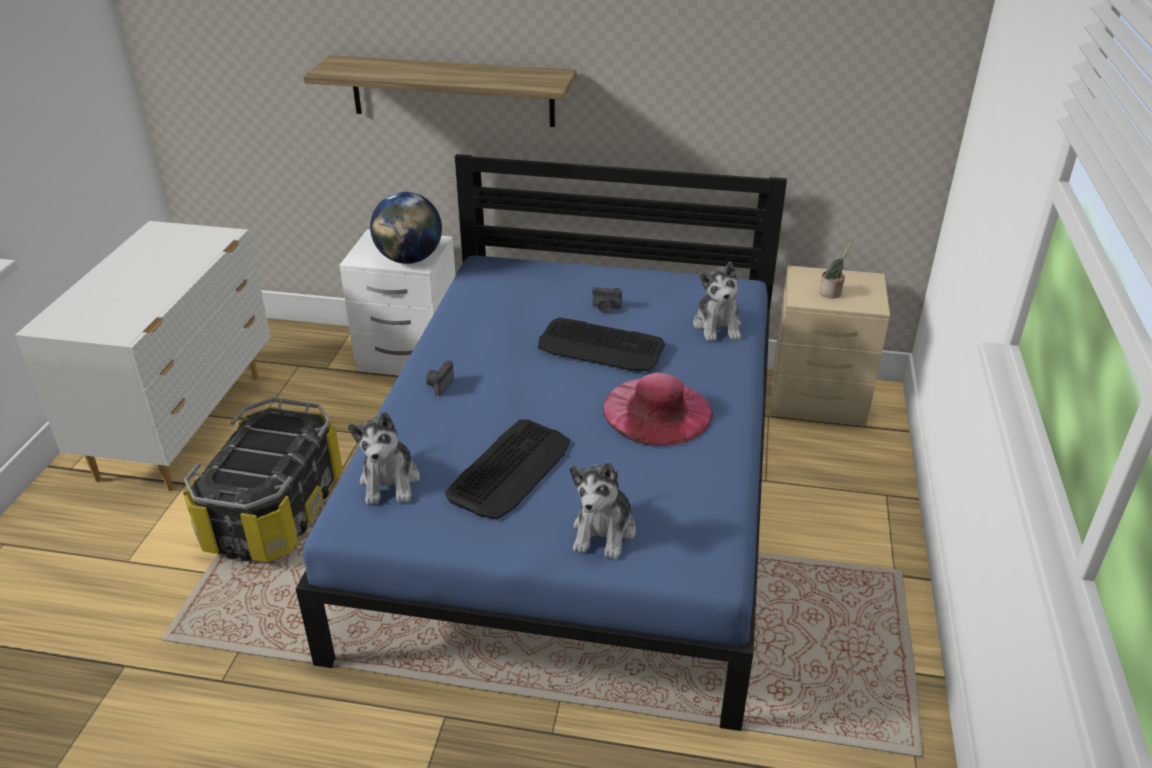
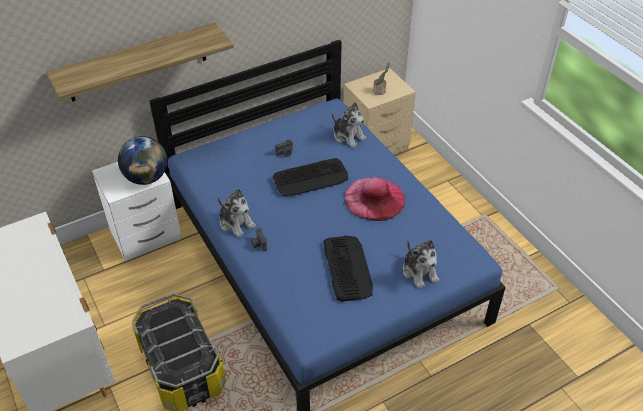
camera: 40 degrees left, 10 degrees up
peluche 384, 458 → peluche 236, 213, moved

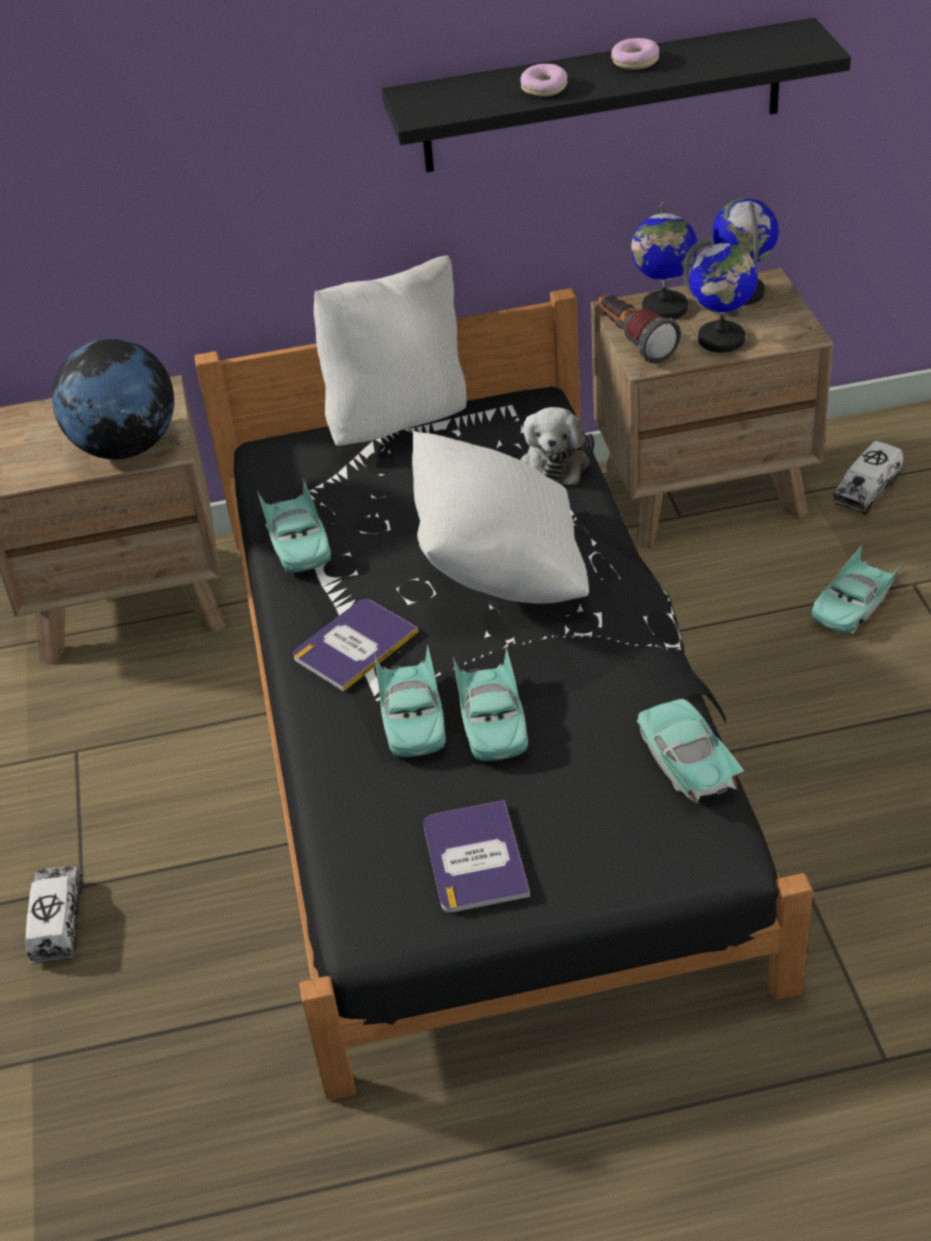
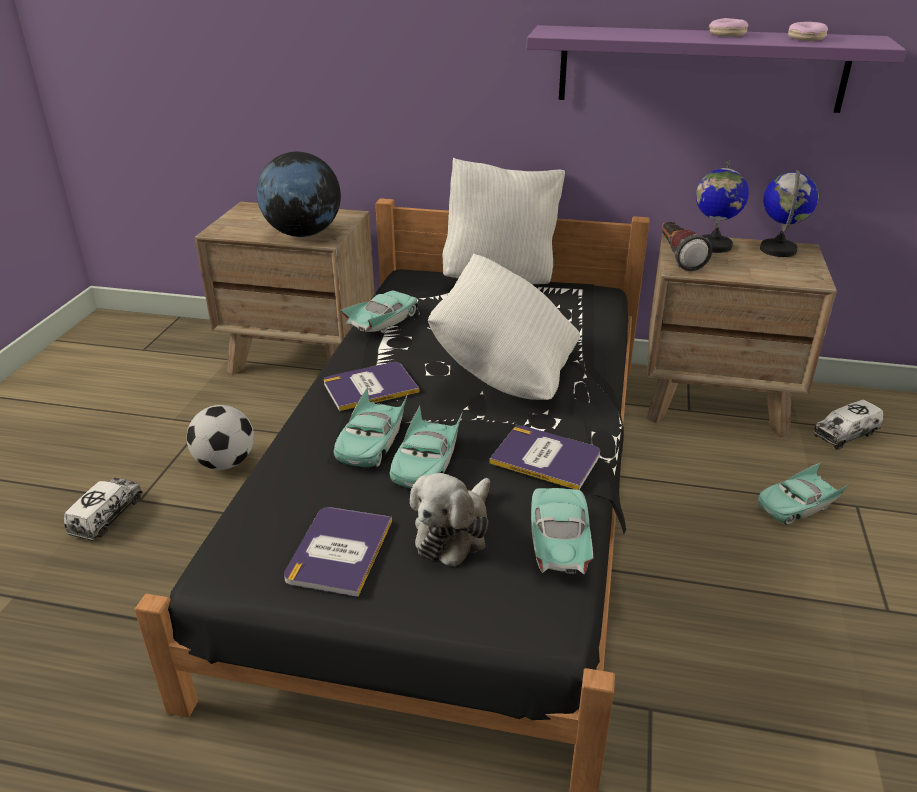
camera: 20 degrees right, 10 degrees down
globo terráqueo 720, 294 → -
- → balón de fútbol 220, 437
- → libro 544, 458
peluche 557, 446 → peluche 450, 520, moved
rosquilla 544, 80 → rosquilla 808, 31, moved
estante [negro] 616, 95 → estante [morado] 716, 69
coche de juguete [turquesa] 294, 526 → coche de juguete [turquesa] 379, 312, 150 degrees counterclockwise

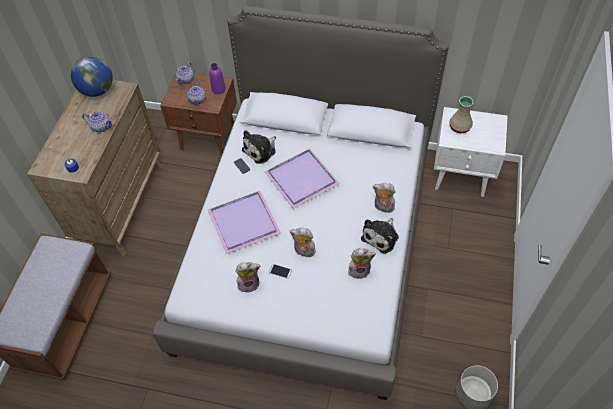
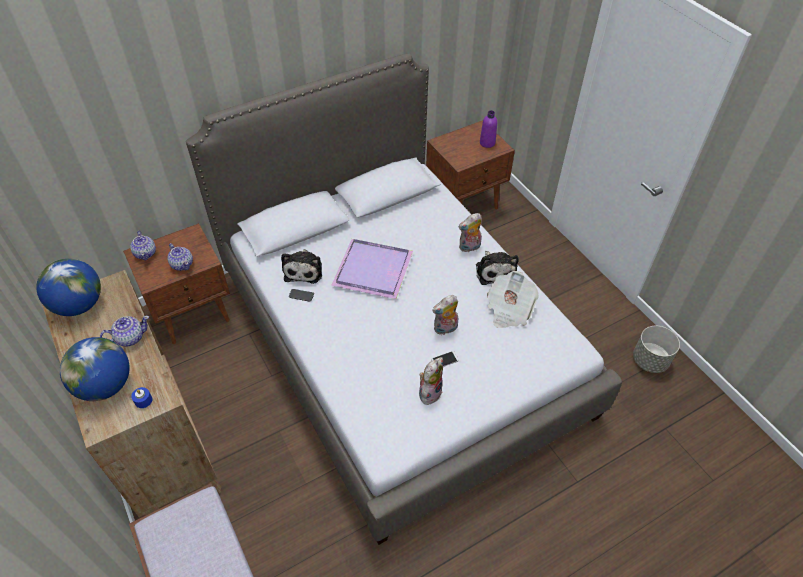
camera: 45 degrees left, 5 degrees down
bandeja [morado] 244, 222 → -
florero [beis] 461, 115 → -
- → globo terráqueo 95, 369
botella [morado] 217, 78 → botella [morado] 488, 129, moved
peluche 362, 263 → periódico 513, 299
mesita de noche [blanco] 471, 152 → mesita de noche [marrón] 470, 164

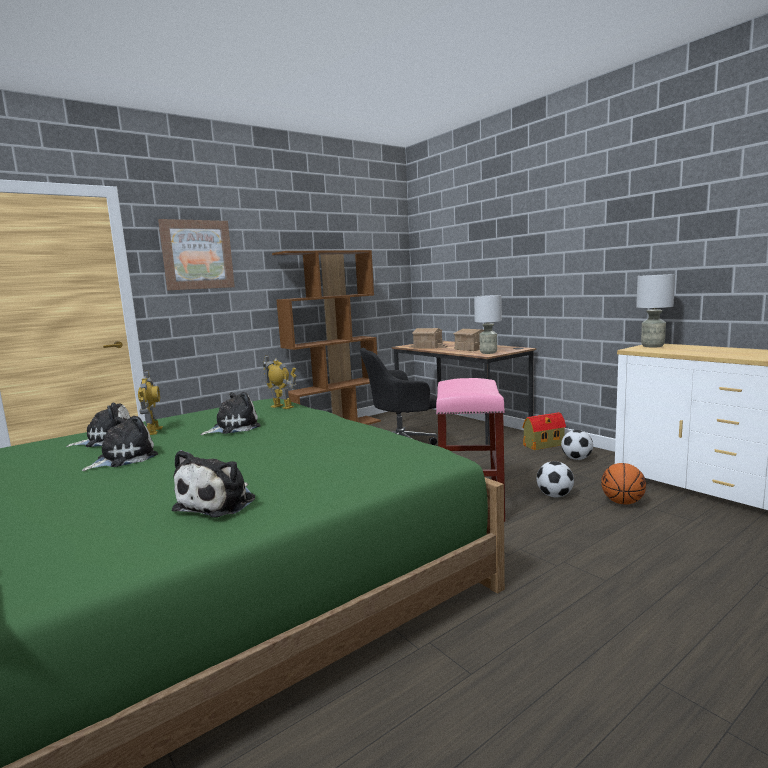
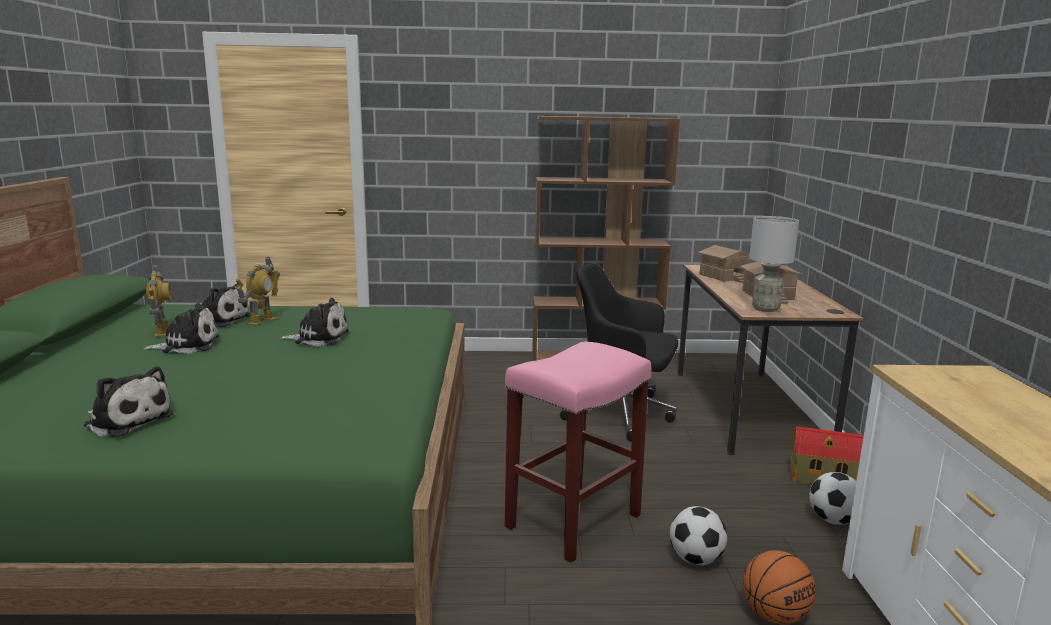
camera: 35 degrees right, 5 degrees up
cuadro 196, 254 → -
lámpara de mesa [gris] 655, 310 → -
robot de juguete 280, 382 → robot de juguete 158, 300, moved
peluche 213, 483 → peluche 129, 401, 120 degrees counterclockwise

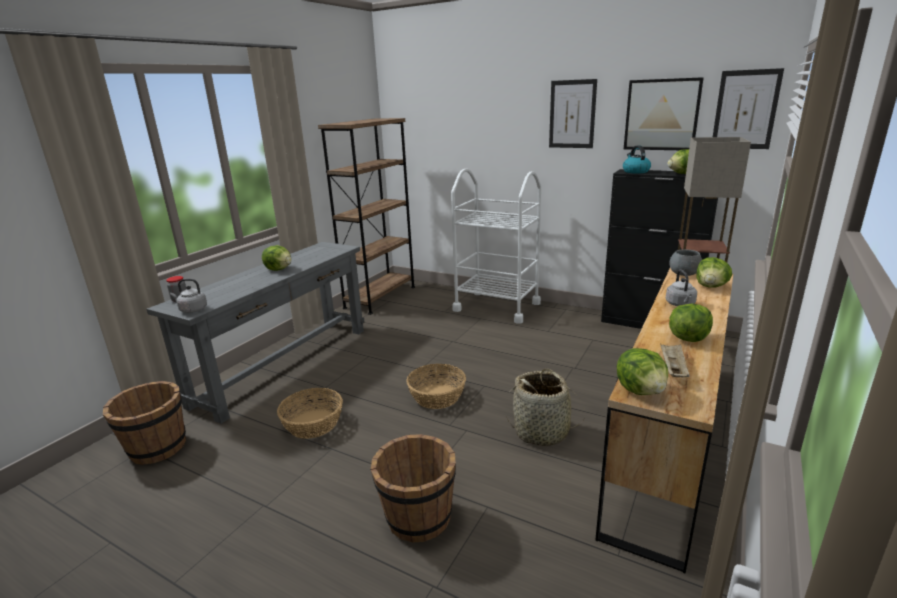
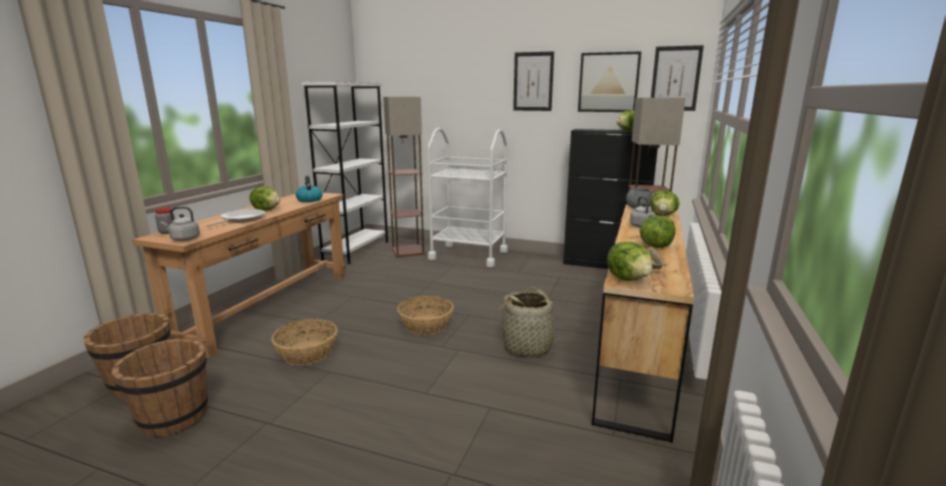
camera: 10 degrees left, 5 degrees down
- → sartén 235, 218
- → lámpara de pie 404, 177
cubo [marrón] 413, 488 → cubo [marrón] 160, 388, moved
hervidor 637, 159 → hervidor 309, 189, moved
mesa consola [gris] 255, 333 → mesa consola [marrón] 239, 275
estantería [marrón] 366, 216 → estantería [blanco] 345, 173

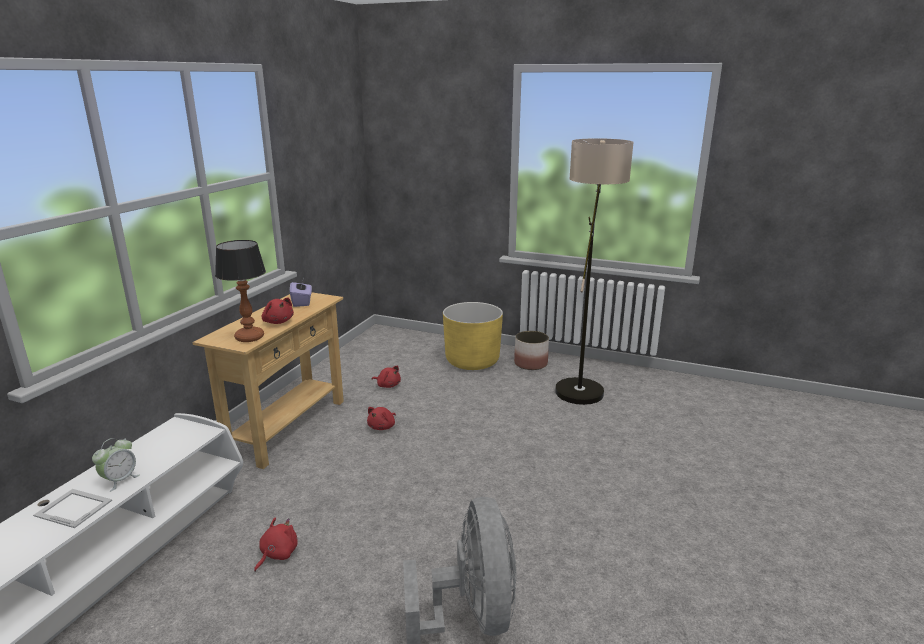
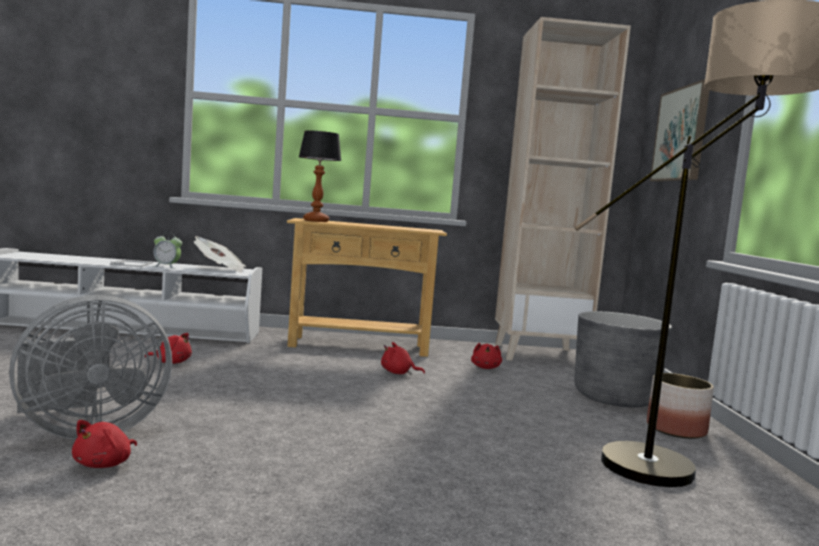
camera: 65 degrees right, 15 degrees down
caja de pañuelos [morado] 301, 294 → -
- → periódico 220, 254
- → estantería [beis] 563, 188
- → cuadro 680, 130
peluche [rojo] 278, 311 → peluche [rojo] 104, 444, moved
maceta [amarillo] 473, 336 → maceta [gris] 623, 359

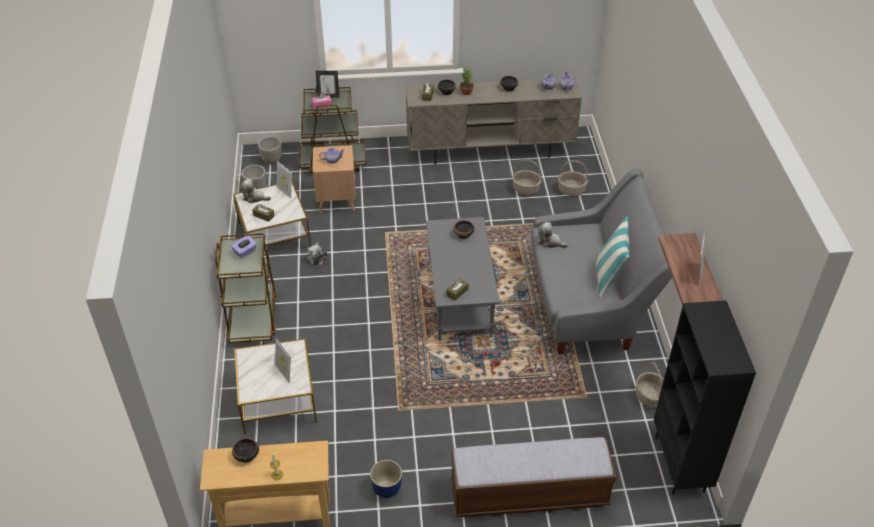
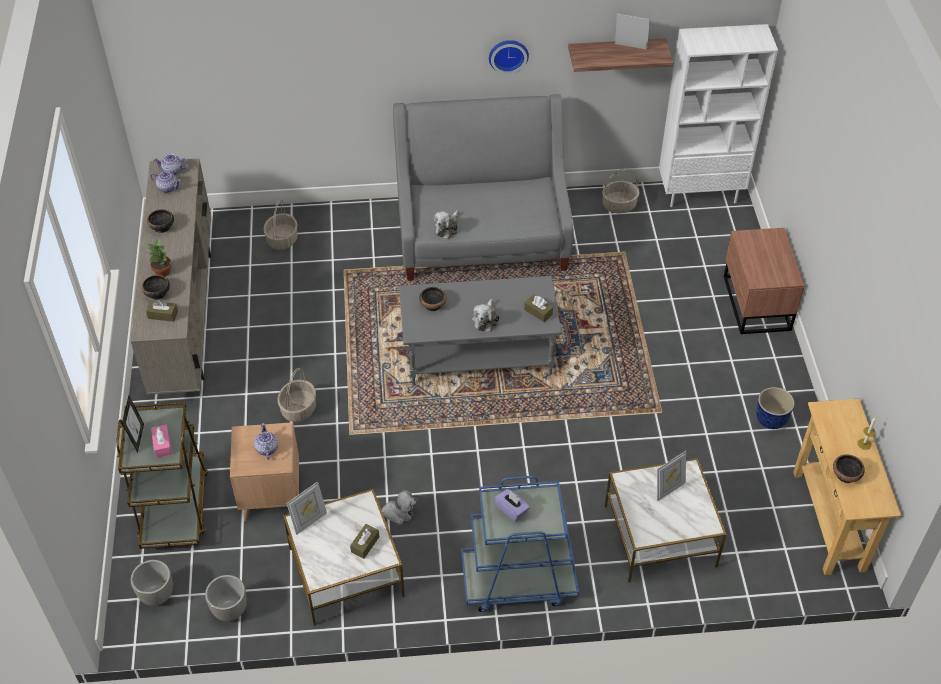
camera: 90 degrees left, 5 degrees up
cojín 613, 256 → -
- → reloj de pared 509, 57
peluche 255, 191 → peluche 485, 315, moved
cesta 527, 177 → cesta 297, 395, moved
banco 533, 477 → mesita de noche [marrón] 764, 281
carrito [marrón] 246, 288 → carrito [azul] 520, 544
estantería [negro] 705, 397 → estantería [blanco] 718, 115

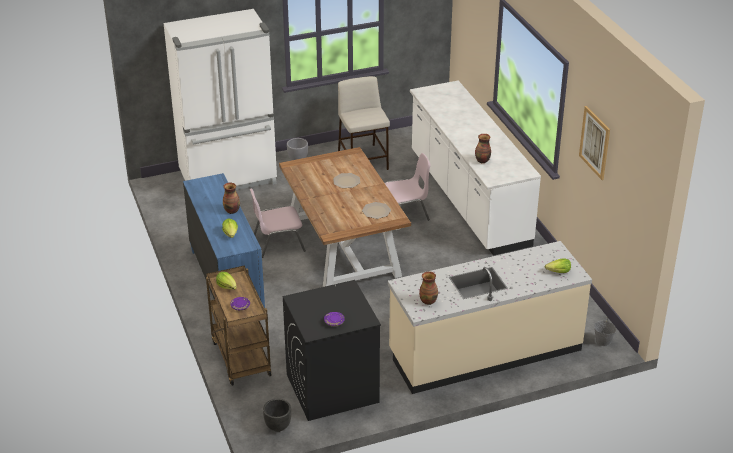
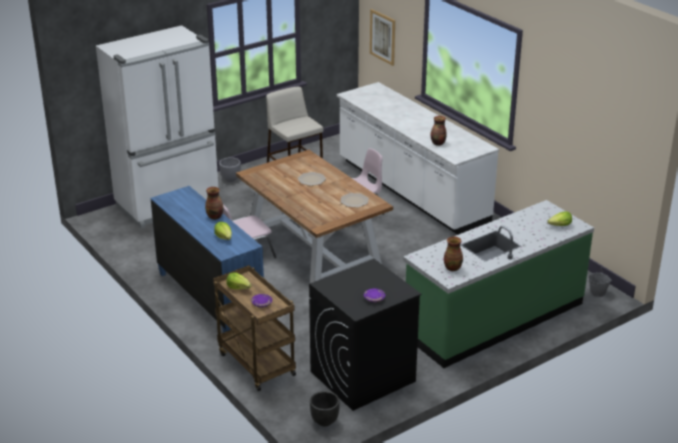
camera: 15 degrees left, 5 degrees down
cuadro 594, 143 → cuadro 382, 37, moved
mueble bajo de cocina [beis] 490, 317 → mueble bajo de cocina [verde] 498, 284

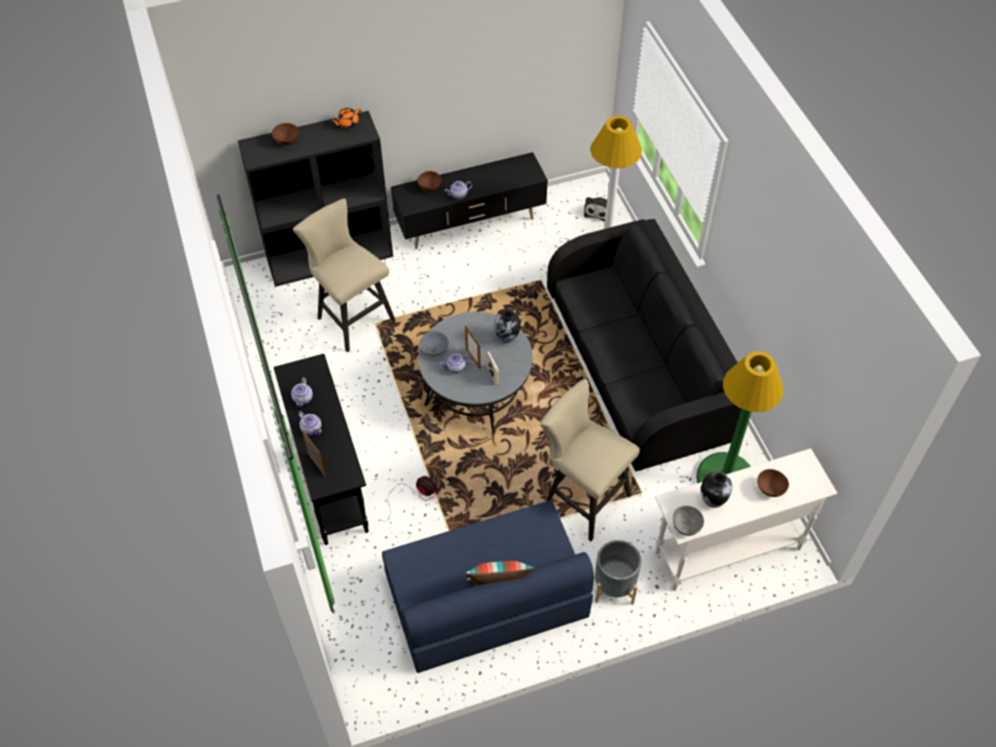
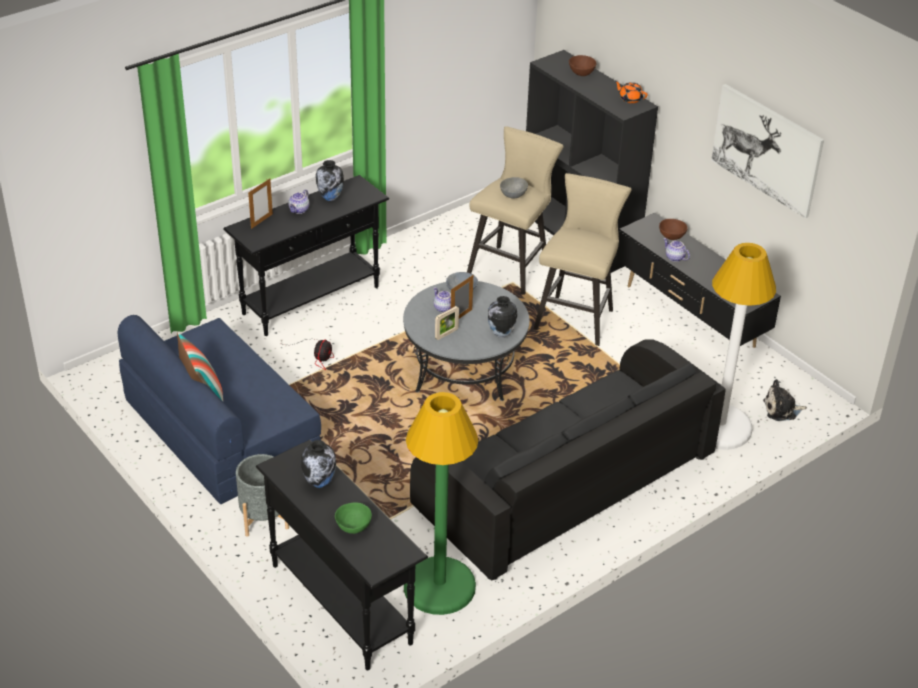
camera: 70 degrees right, 15 degrees down
- → cuadro 767, 151
taburete [beis] 590, 460 → taburete [beis] 583, 259, moved
cuenco [gris] 688, 521 → cuenco [gris] 514, 188, moved
tetera 302, 392 → florero 330, 180
mesa consola [blanco] 746, 519 → mesa consola [negro] 342, 555
cuenco [marrón] 773, 483 → cuenco [verde] 353, 518

